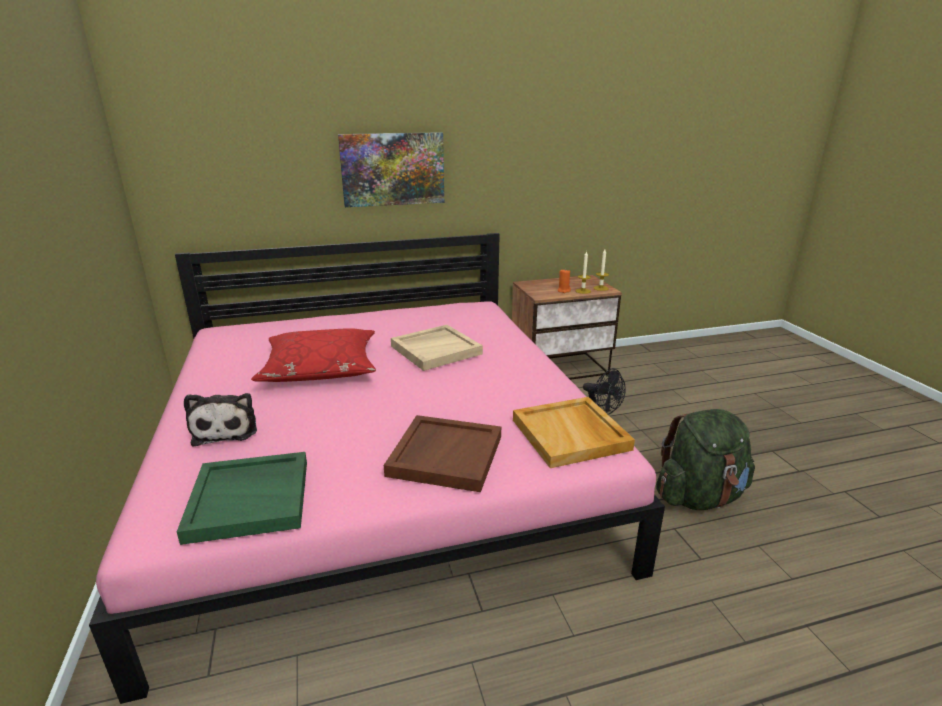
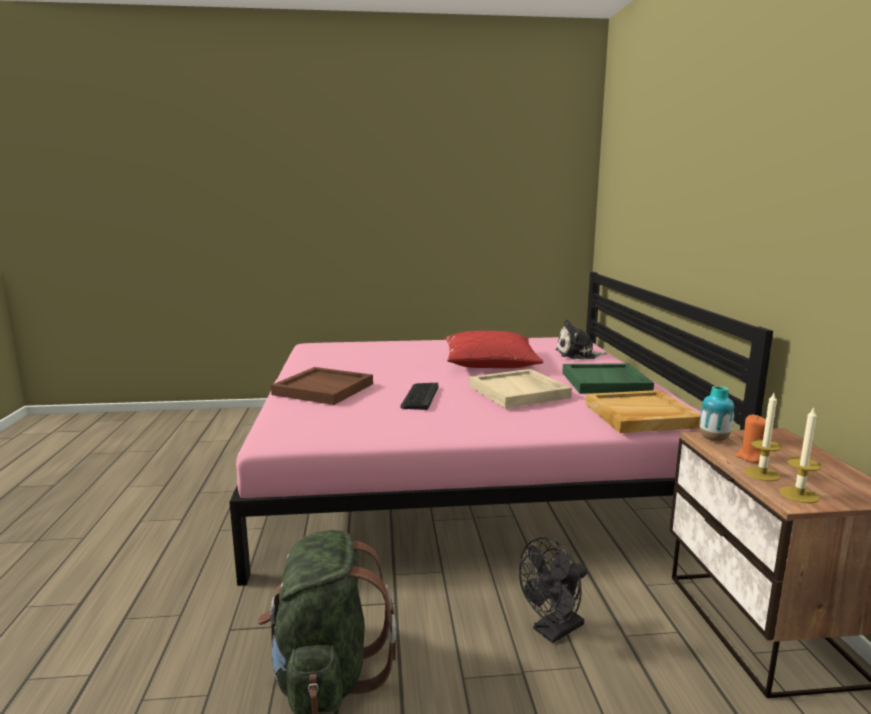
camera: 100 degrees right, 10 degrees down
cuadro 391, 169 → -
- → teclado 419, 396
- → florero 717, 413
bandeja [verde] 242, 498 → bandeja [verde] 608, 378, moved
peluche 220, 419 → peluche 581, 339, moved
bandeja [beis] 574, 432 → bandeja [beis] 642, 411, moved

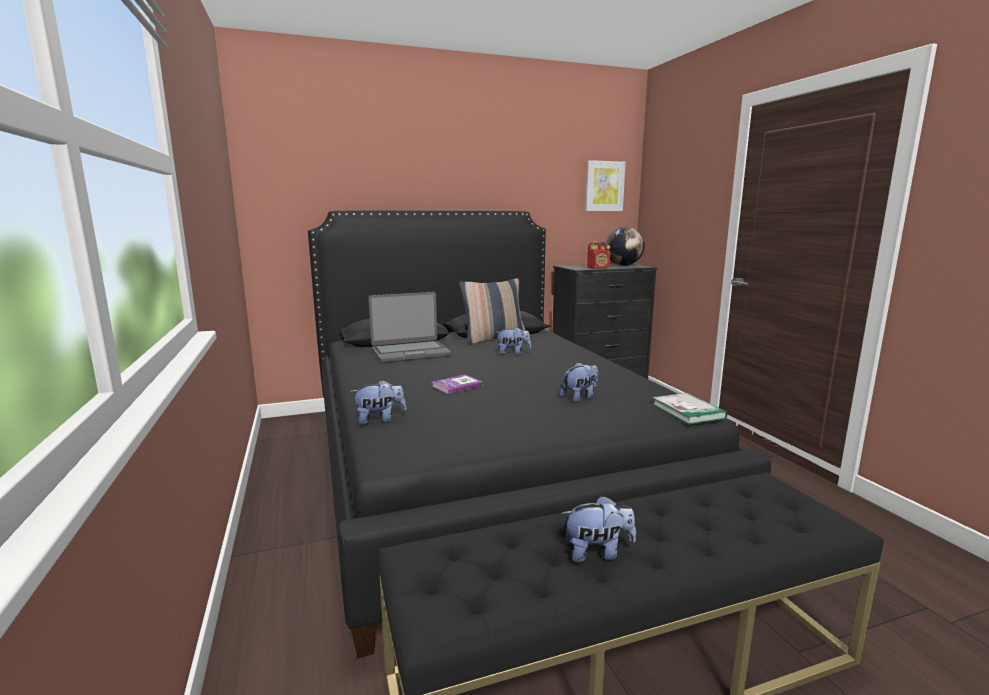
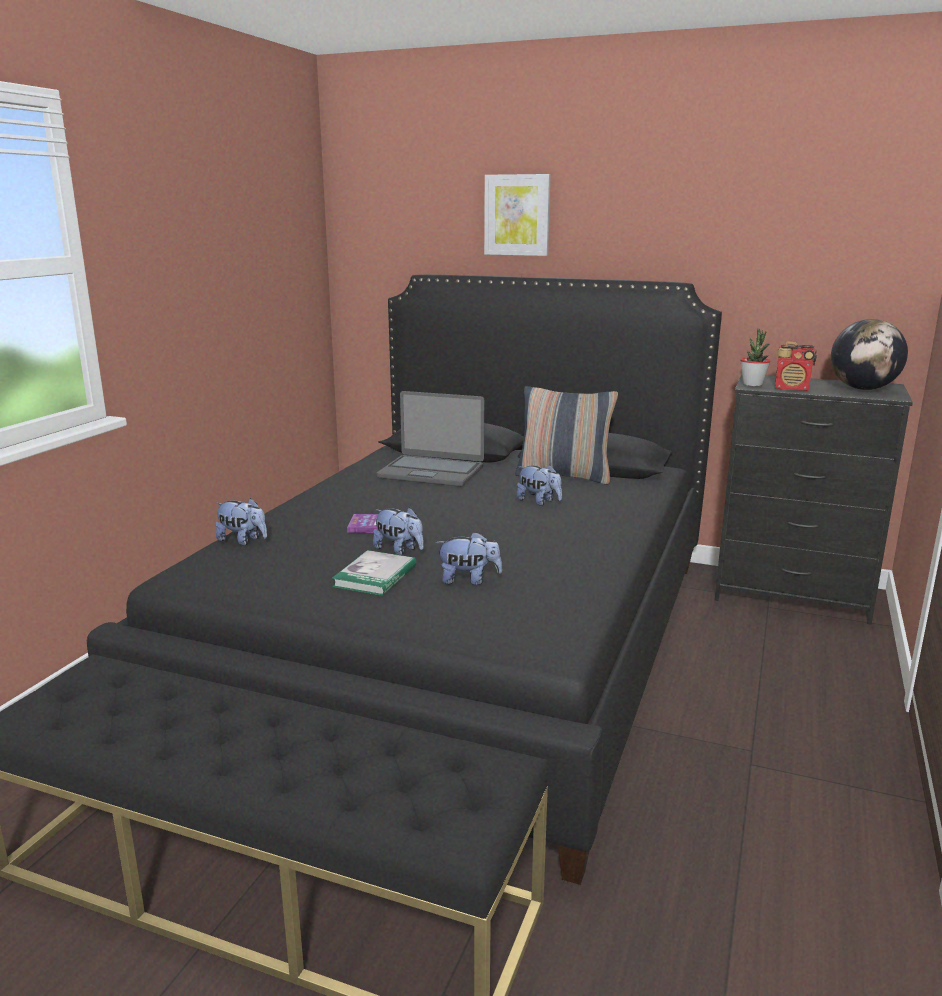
camera: 40 degrees right, 5 degrees up
- → planta en maceta 755, 357
peluche 598, 529 → peluche 398, 531, moved
cuadro 605, 185 → cuadro 517, 215, moved
libro 690, 409 → libro 374, 573, moved

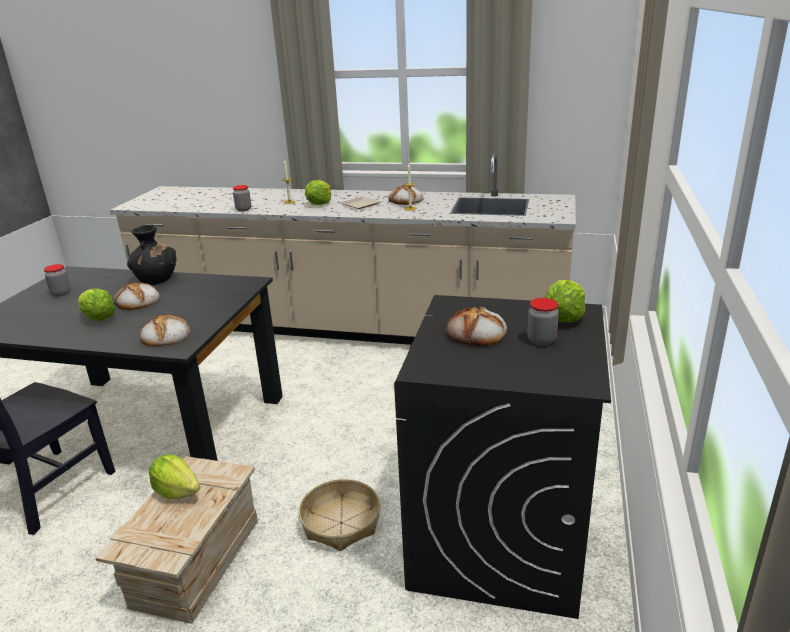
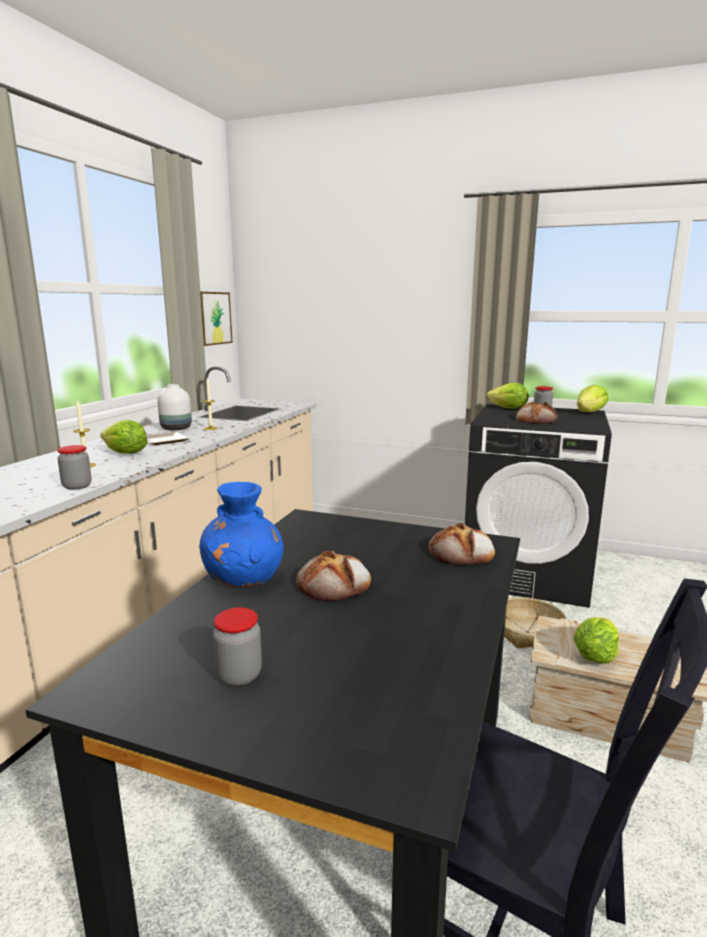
camera: 85 degrees left, 10 degrees down
- → cuadro 216, 319
lechuga 97, 305 → lechuga 592, 398, moved
pan 406, 195 → florero [blanco] 174, 407
florero [negro] 152, 254 → florero [azul] 241, 534

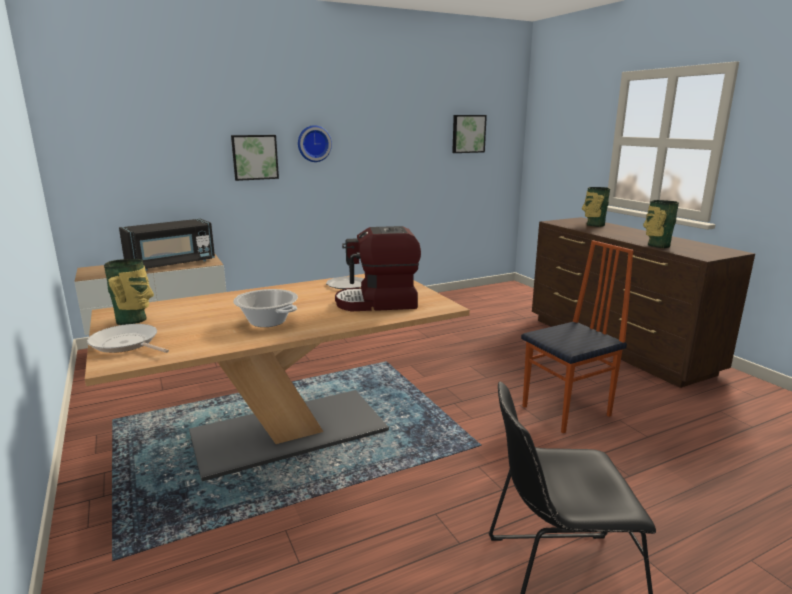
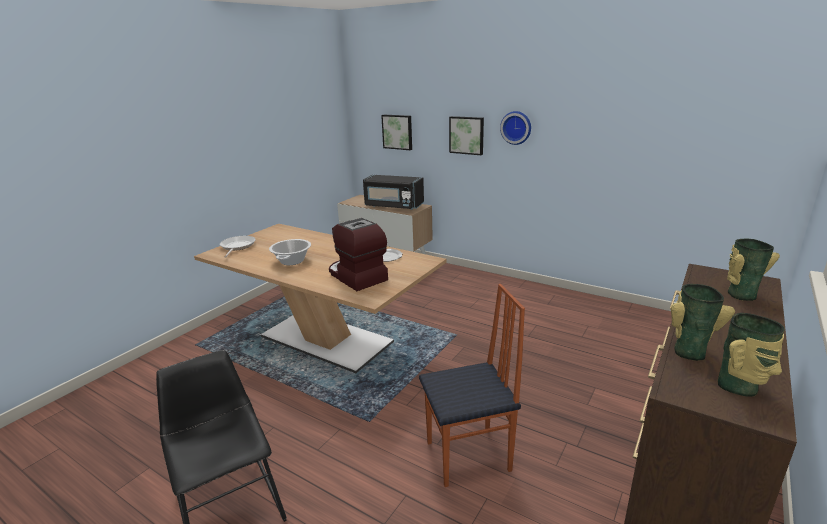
camera: 60 degrees right, 5 degrees up
florero 129, 292 → florero 751, 355, moved
cuadro 469, 134 → cuadro 396, 132, moved
silla 577, 336 → silla 472, 385, 45 degrees counterclockwise

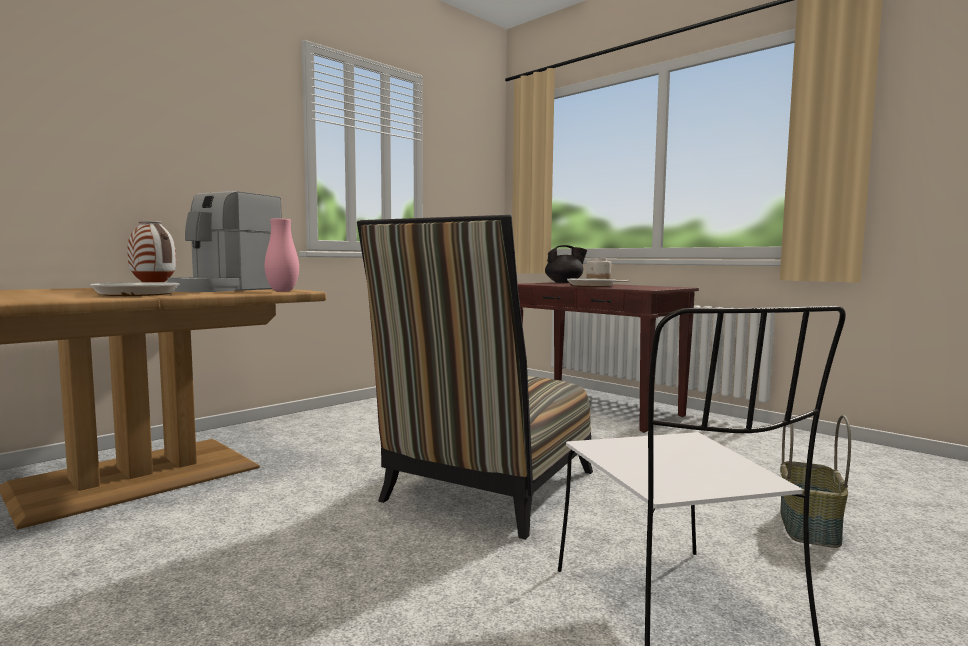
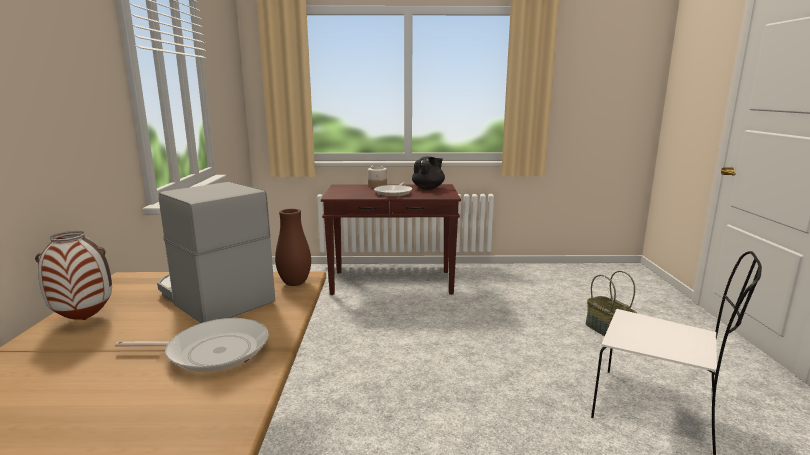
camera: 45 degrees left, 10 degrees up
silla 475, 377 → -
tetera [negro] 566, 264 → tetera [negro] 428, 173, moved
florero [rosa] 281, 255 → florero [marrón] 293, 247
cafetera 224, 241 → cafetera 216, 252, 150 degrees clockwise

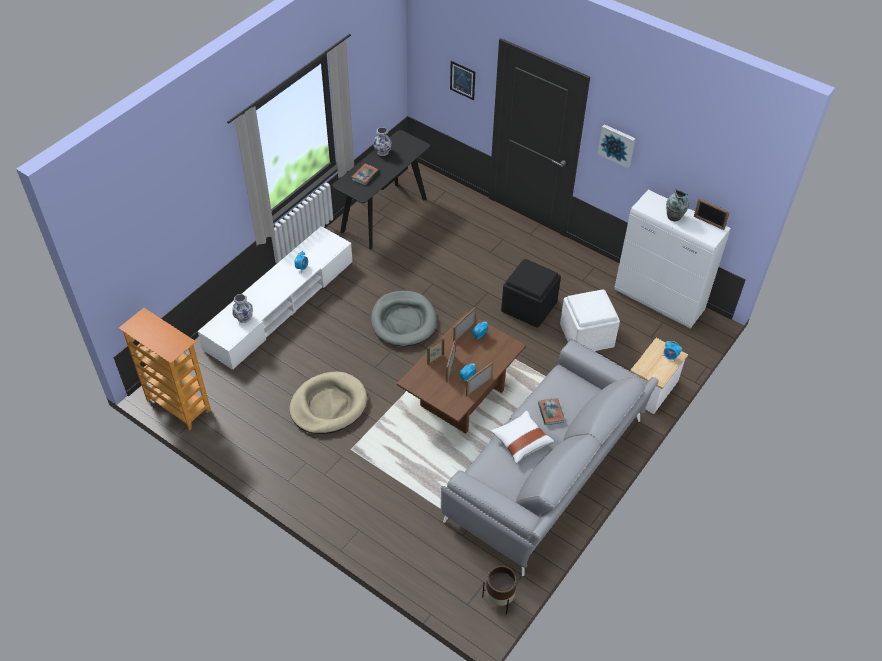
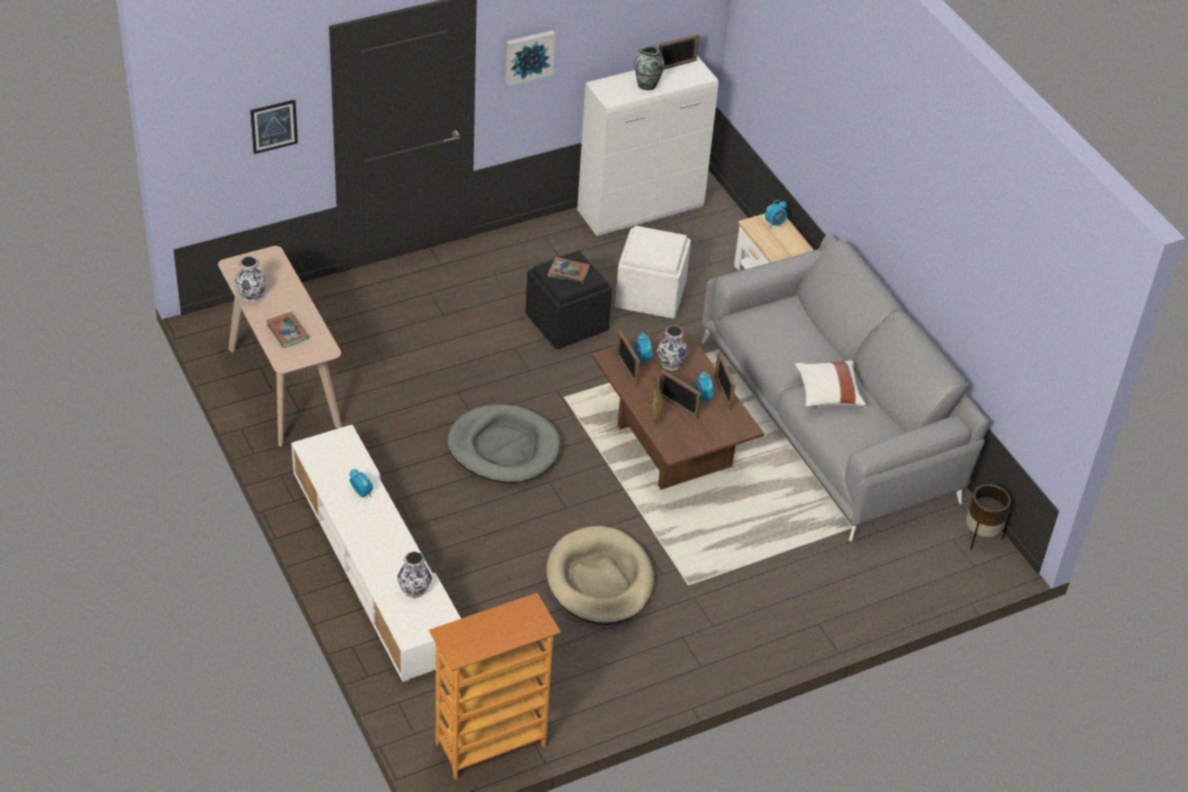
camera: 65 degrees left, 5 degrees down
- → florero 672, 348
libro 551, 411 → libro 569, 271, moved
mesa consola [negro] 381, 189 → mesa consola [beis] 280, 346

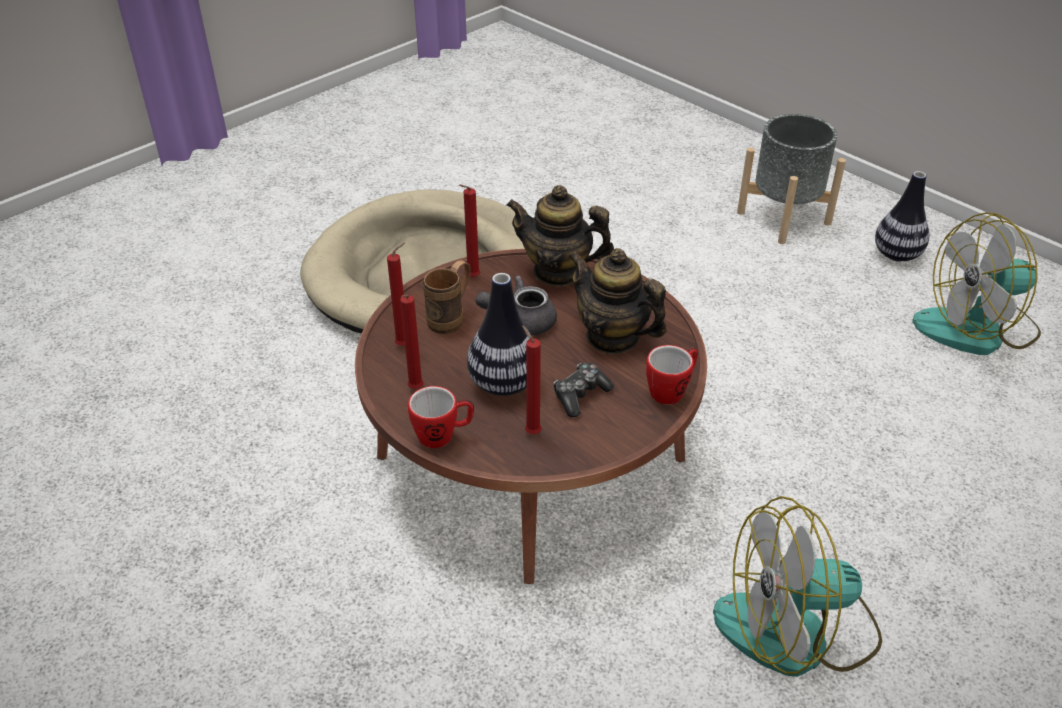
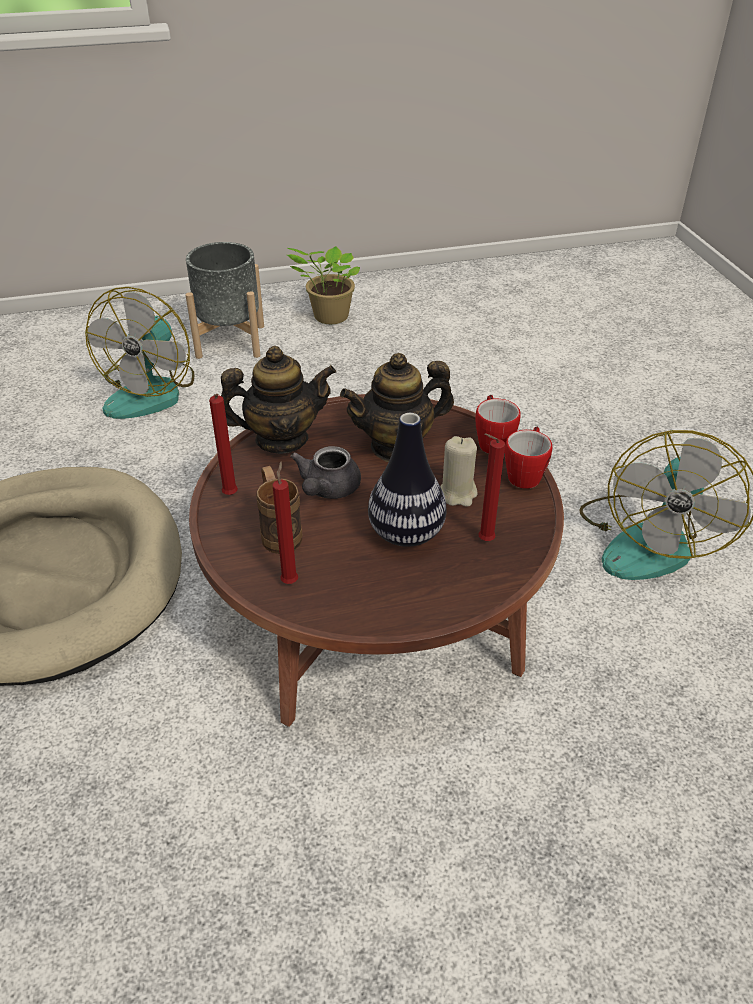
camera: 60 degrees left, 0 degrees up
vela [rojo] 412, 342 → -
taza grande 441, 417 → taza grande 528, 458, moved
ventilador 976, 283 → ventilador 139, 353, moved
mando de consola 583, 390 → vela [beis] 458, 471
florero 902, 216 → planta en maceta 323, 285
tetera 560, 236 → tetera 278, 400, 150 degrees counterclockwise

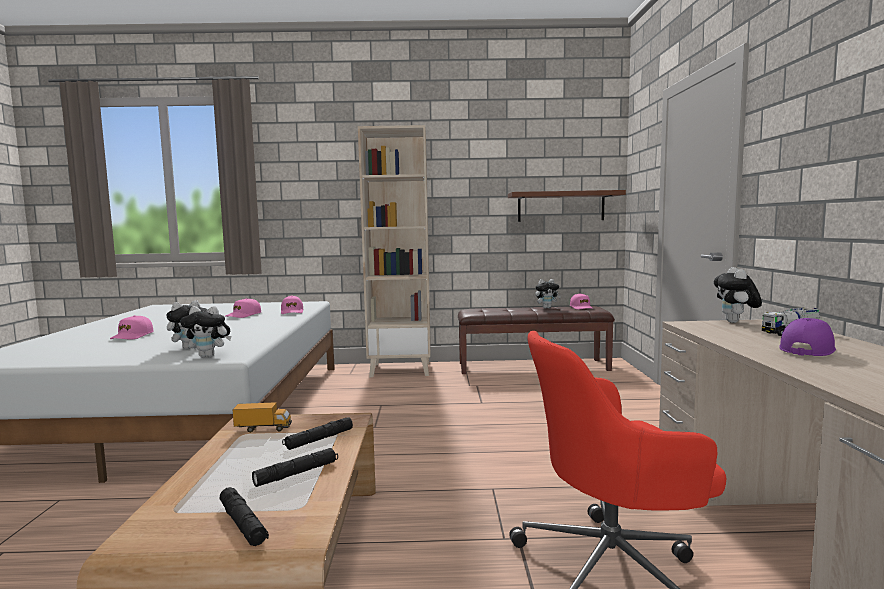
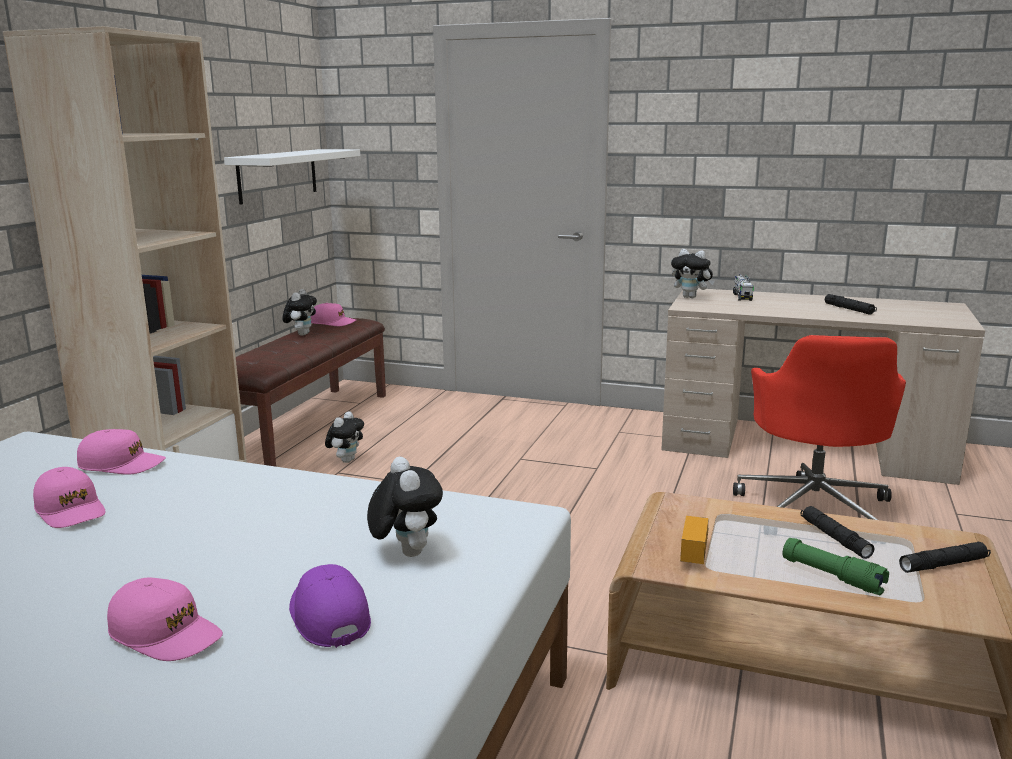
camera: 70 degrees left, 10 degrees up
- → linterna [verde] 836, 566
peluche 206, 331 → peluche 344, 437, moved
linterna [negro] 317, 433 → linterna [negro] 851, 304, moved
gorra [morado] 808, 337 → gorra [morado] 330, 606, moved
estante [marrón] 567, 206 → estante [blanco] 292, 177

